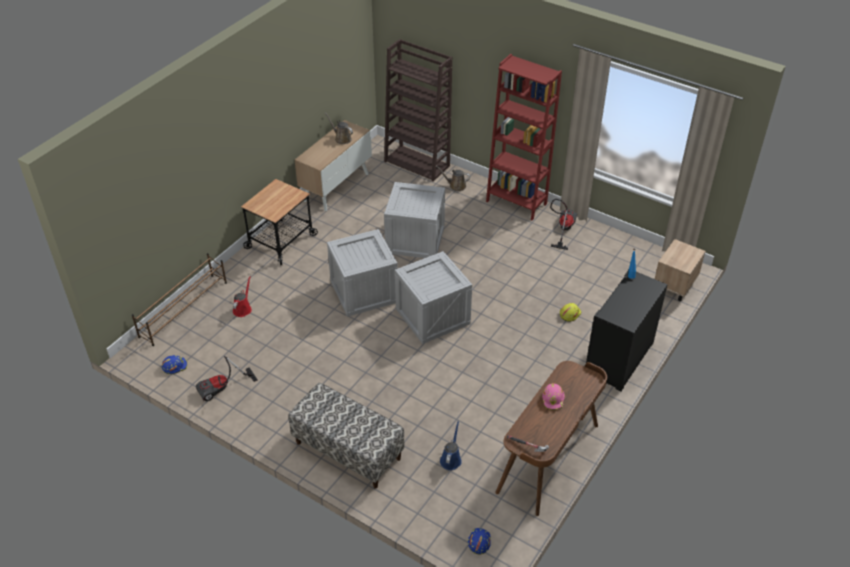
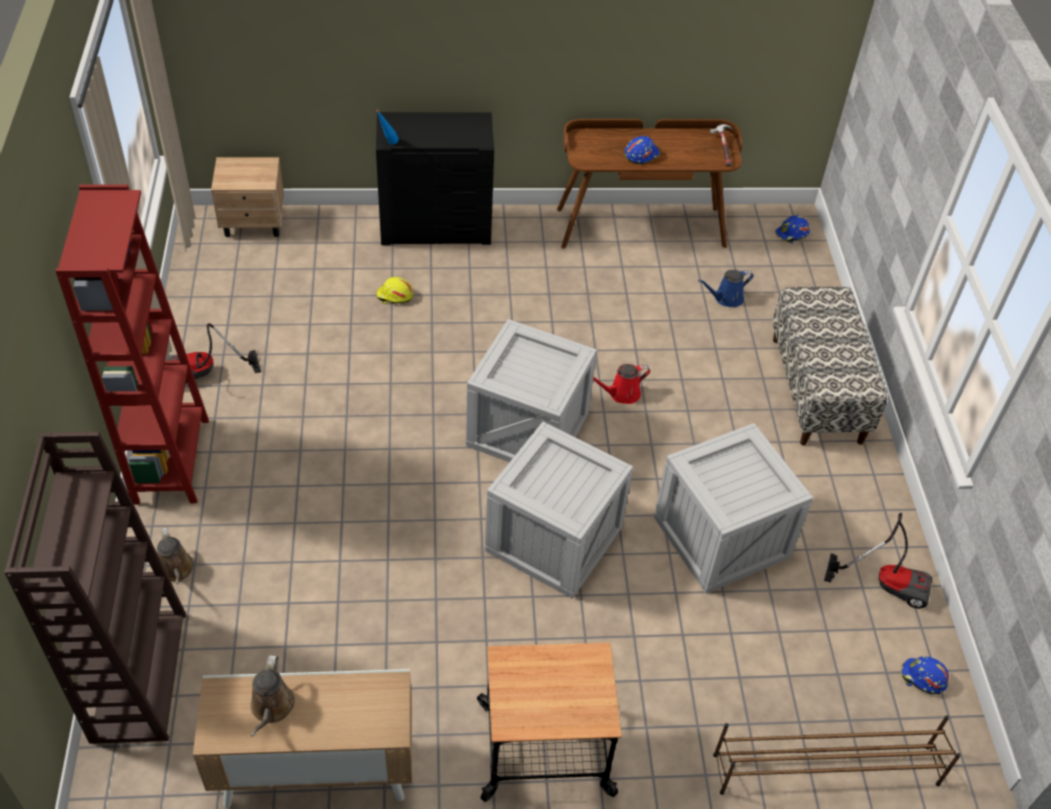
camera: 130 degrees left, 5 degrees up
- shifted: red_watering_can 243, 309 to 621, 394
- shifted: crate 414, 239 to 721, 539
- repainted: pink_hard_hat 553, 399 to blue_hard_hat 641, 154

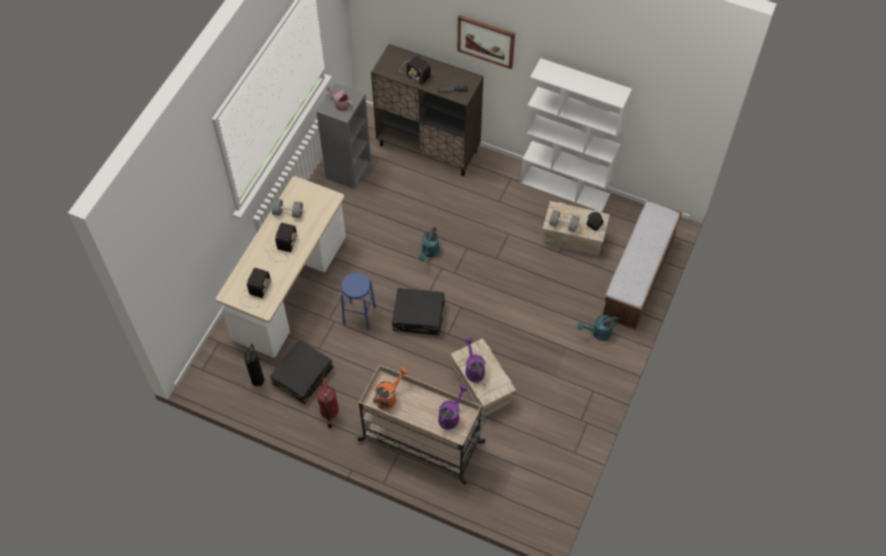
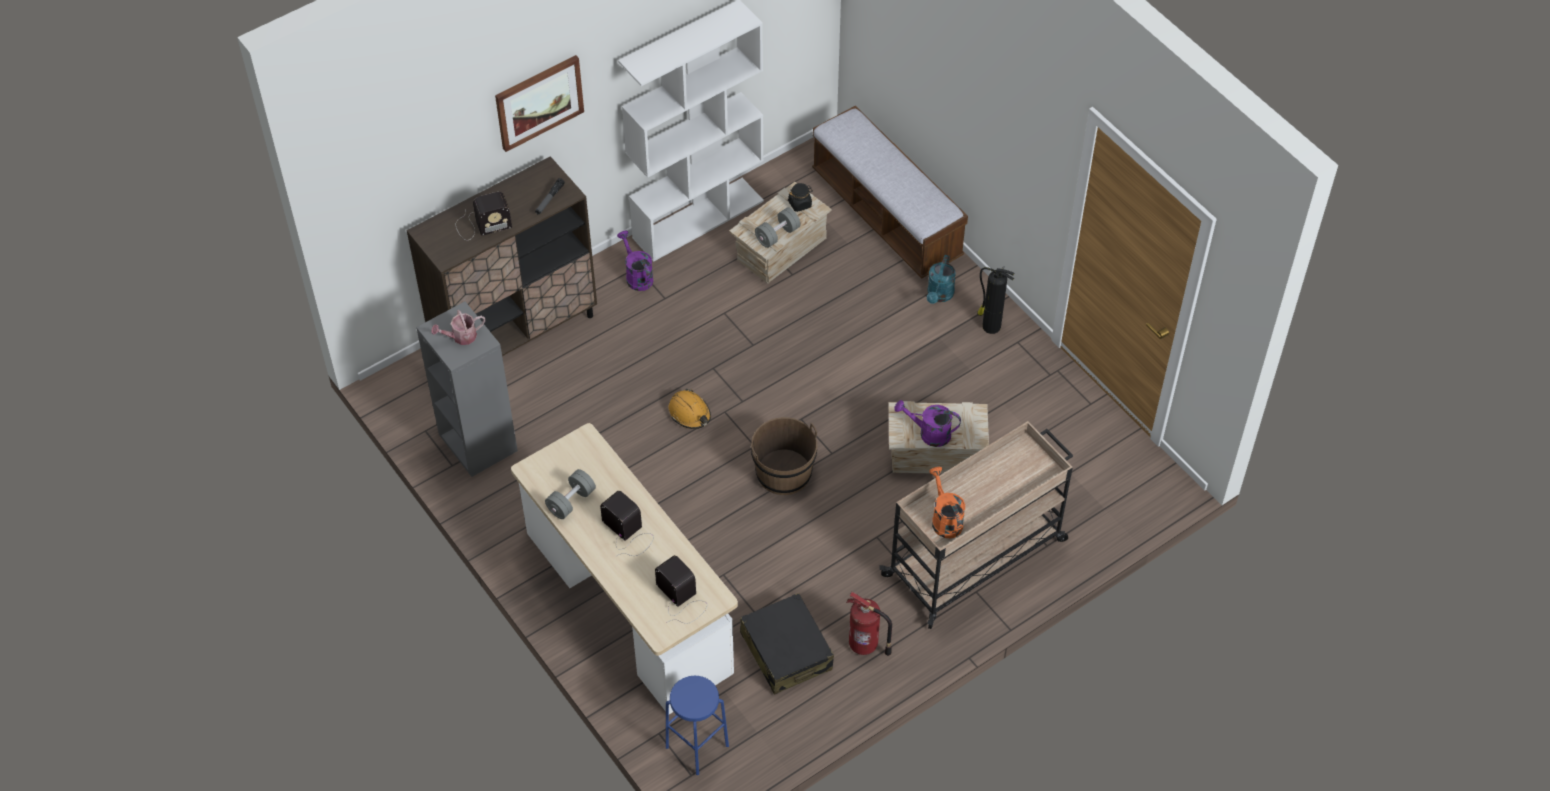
camera: 60 degrees left, 5 degrees down
- shifted: fire_extinguisher 258, 379 to 990, 326
- shifted: blue_stool 359, 315 to 697, 746
- swapped: black_suitcase 419, 316 to brown_bucket 783, 473
- swapped: turquoise_watering_can 429, 252 to orange_hard_hat 690, 413
- shifted: purple_watering_can 451, 415 to 637, 276

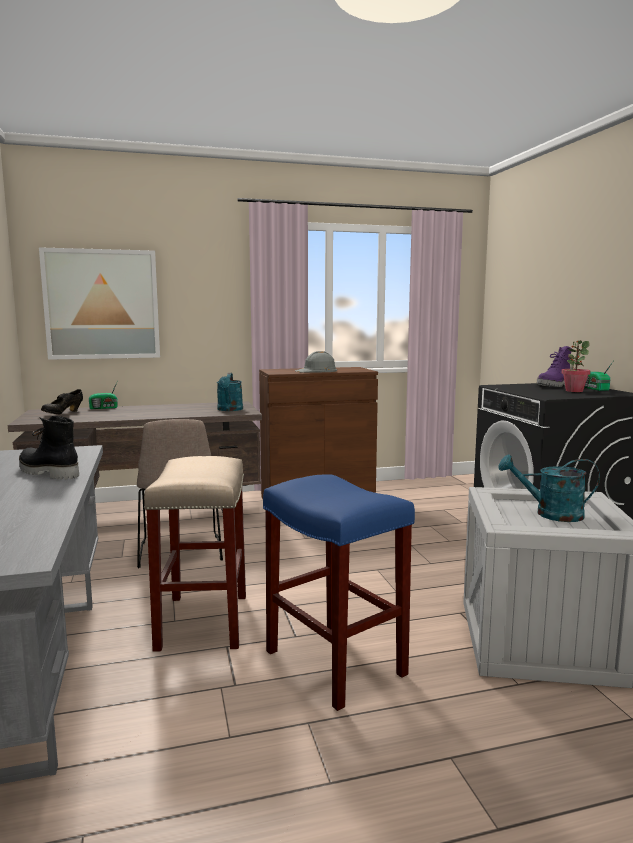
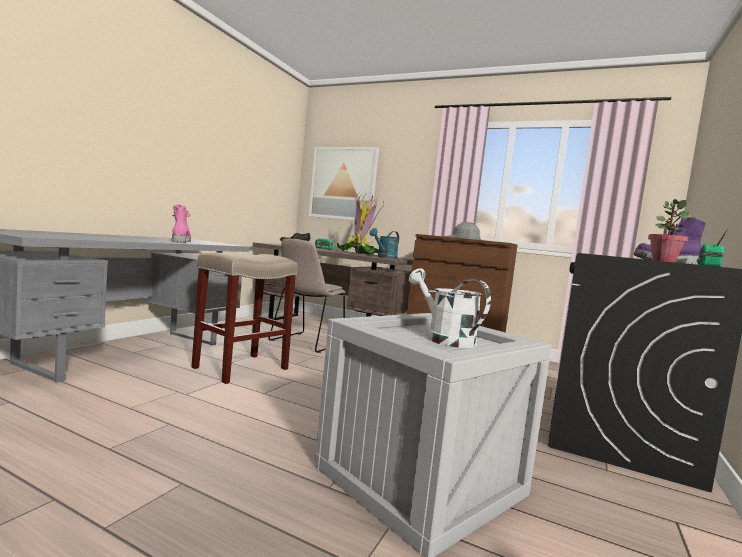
camera: 40 degrees right, 5 degrees down
- repainted: black_boot 47, 473 to pink_boot 180, 241
- gone: blue_stool 333, 662
- repainted: turquoise_watering_can 550, 514 to white_watering_can 444, 338
- new: potted_plant 358, 253

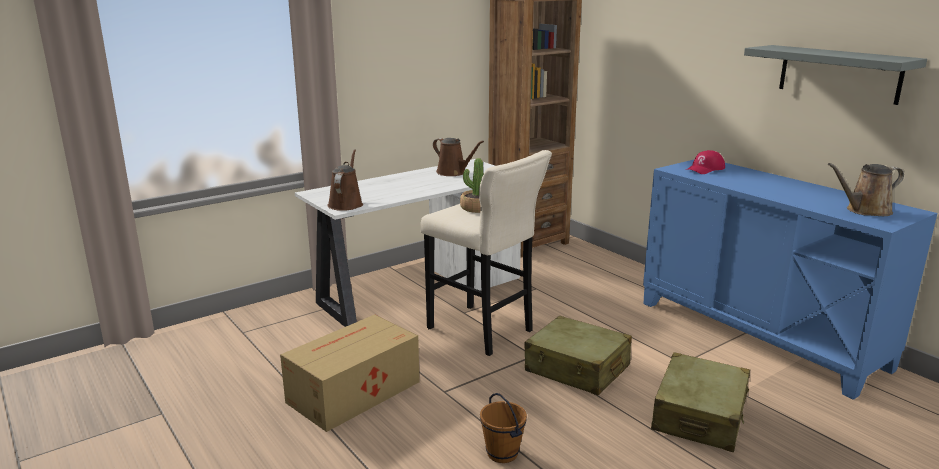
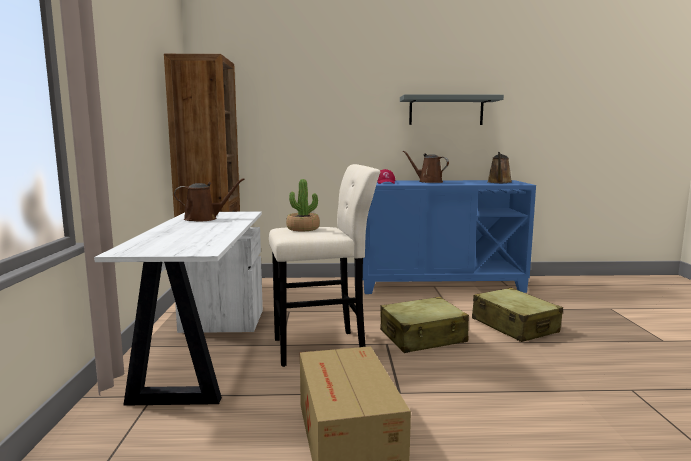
camera: 55 degrees left, 10 degrees down
- shifted: brown_watering_can 346, 204 to 428, 182
- gone: brown_bucket 503, 453

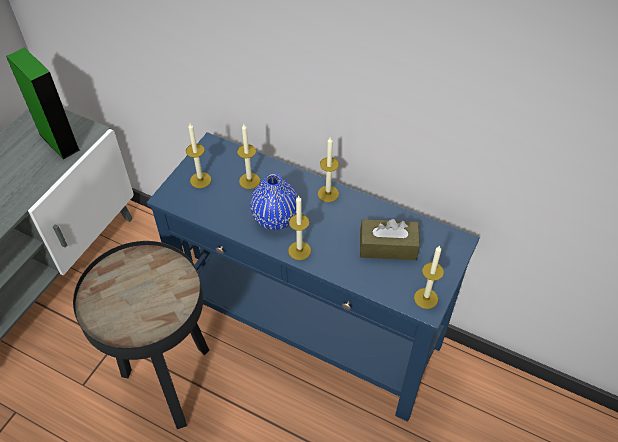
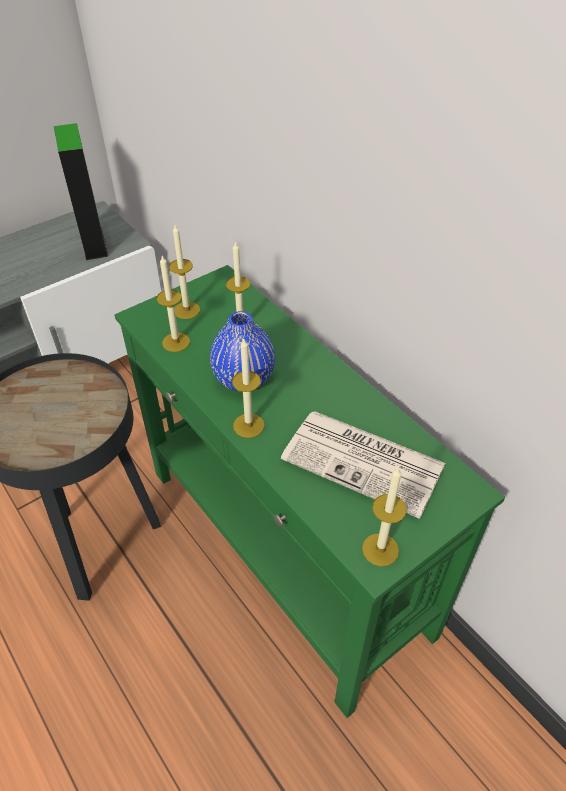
camera: 25 degrees right, 5 degrees down
- repainted: blue_console_table 310, 330 to green_console_table 284, 550
- shifted: candle 328, 194 to 176, 342
- swapped: brown_tissue_box 388, 247 to newspaper 365, 462

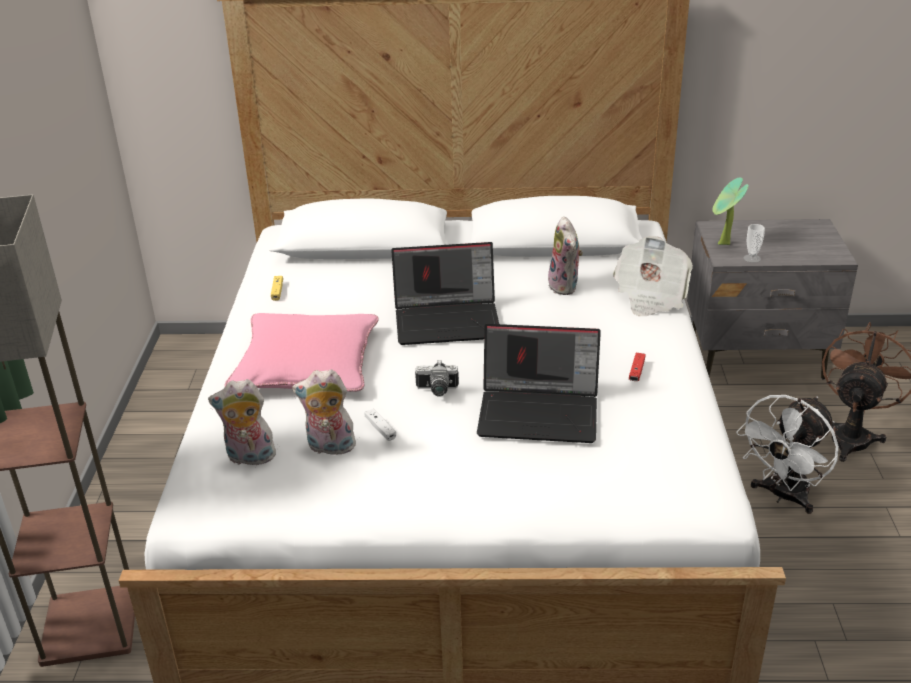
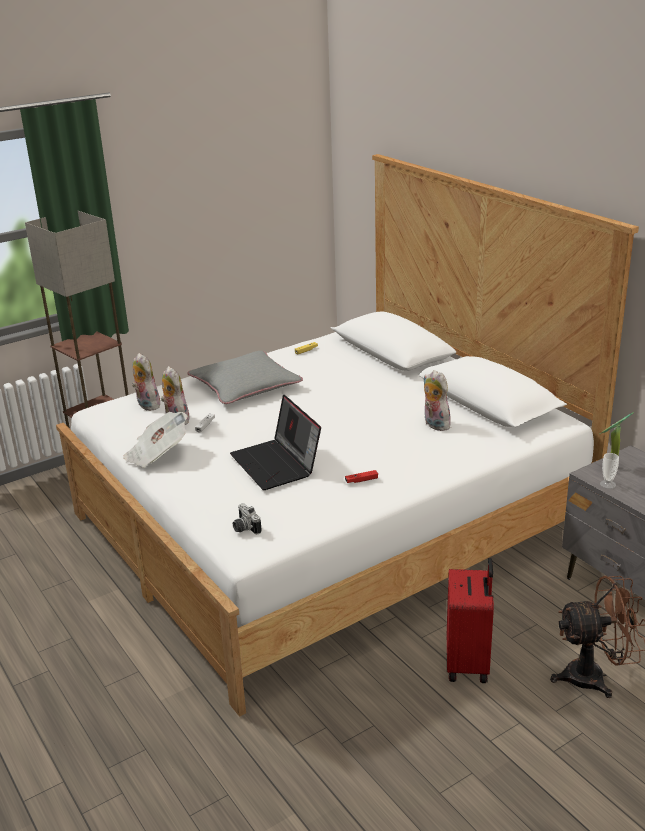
camera: 55 degrees right, 5 degrees down
- repainted: pink_pillow 306, 364 to grey_pillow 245, 386
- gone: laptop 448, 320
- shifted: photo_camera 437, 390 to 244, 528
- rotated: plush_toy 565, 286 = 434, 424 105 degrees clockwise
- shifted: newspaper 650, 296 to 157, 455
- swapped: white_fan 783, 496 to red_suitcase 469, 663

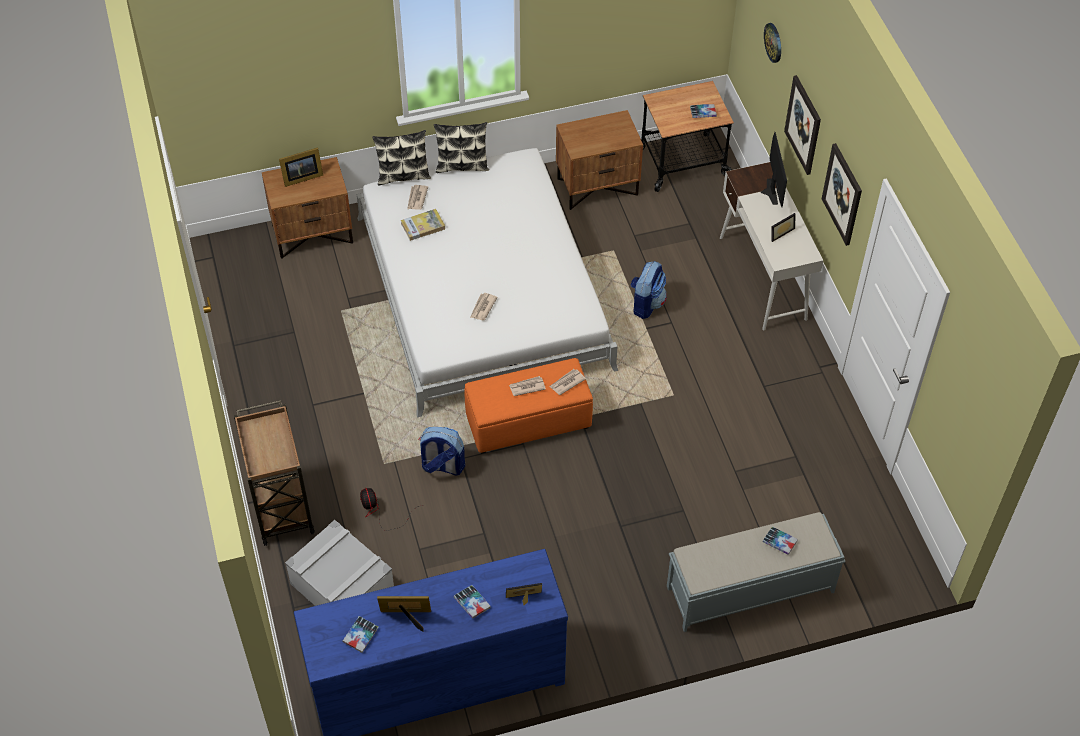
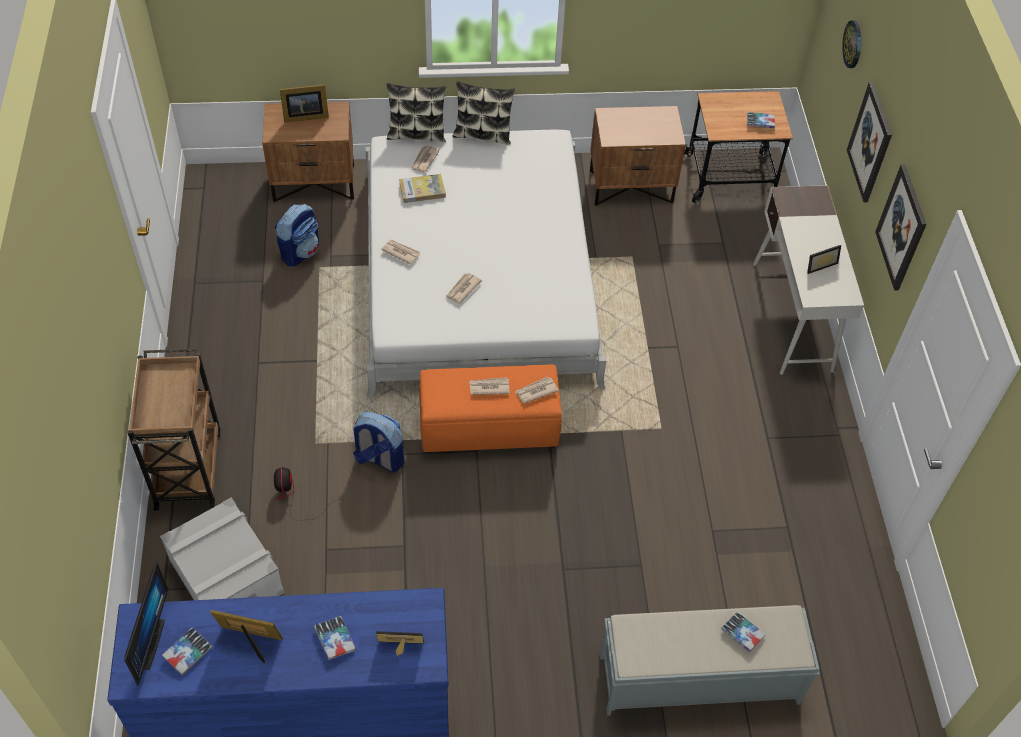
camera: 10 degrees right, 0 degrees up
- shifted: backpack 646, 303 to 300, 251
- shifted: monitor 768, 191 to 146, 643
- new: newspaper 401, 252

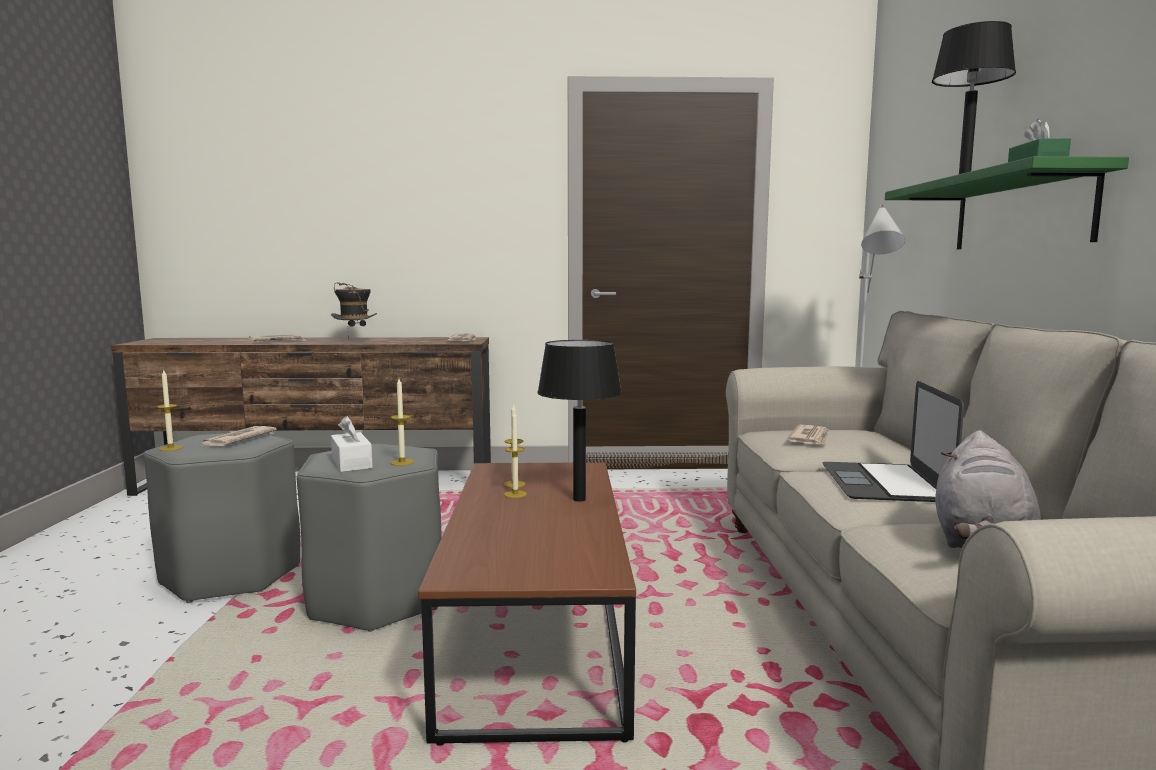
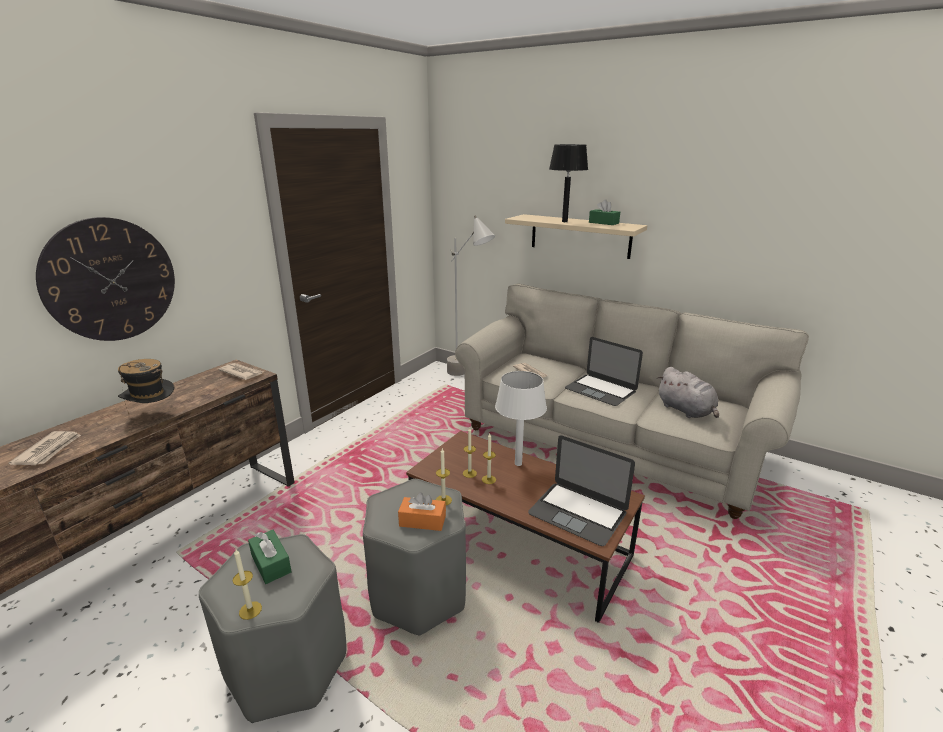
camera: 55 degrees left, 15 degrees up
- swapped: newspaper 237, 440 to green_tissue_box 271, 563
- repainted: white_tissue_box 351, 463 to orange_tissue_box 422, 521
- repainted: black_table_lamp 579, 499 to white_table_lamp 518, 464
- repainted: green_shelf 1020, 212 to beige_shelf 580, 236
- new: wall_clock 110, 280
- new: laptop 578, 512

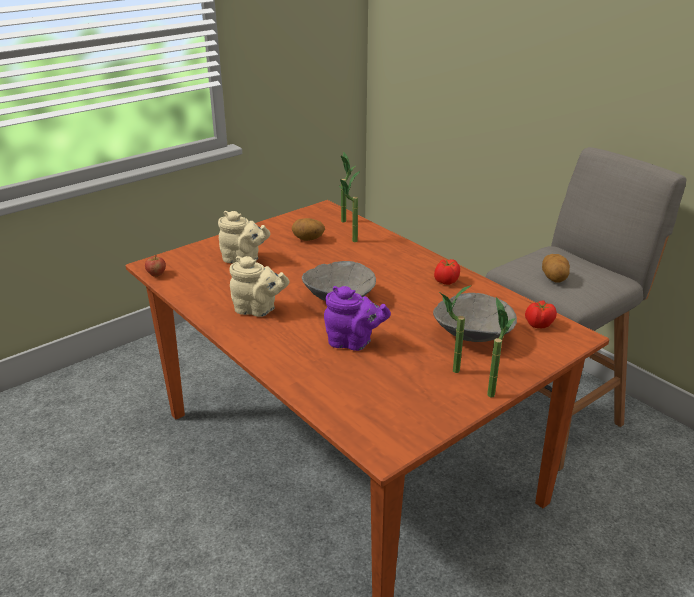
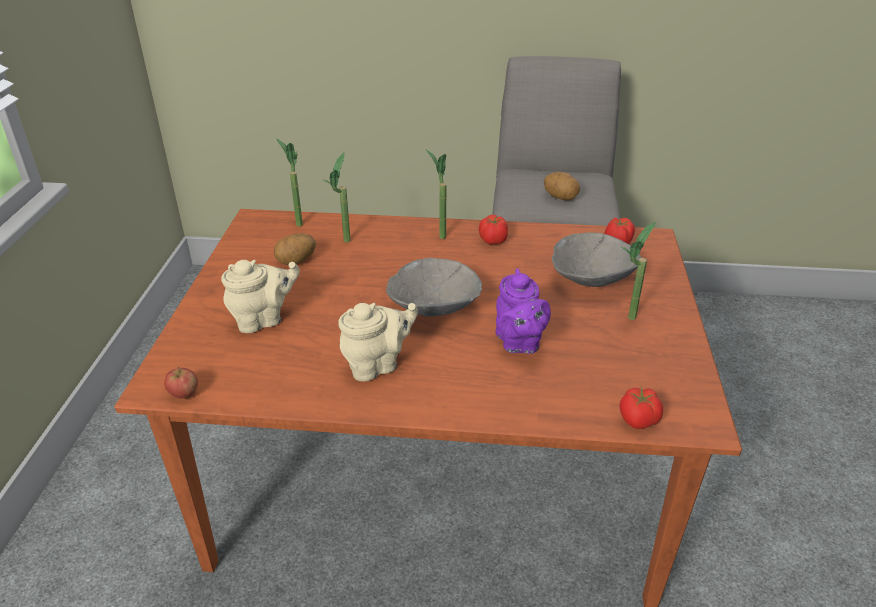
camera: 45 degrees left, 5 degrees up
- rotated: purple_teapot 353, 343 = 518, 343 105 degrees clockwise
- shifted: potted_plant 491, 390 to 438, 234
- new: tomato 638, 420

